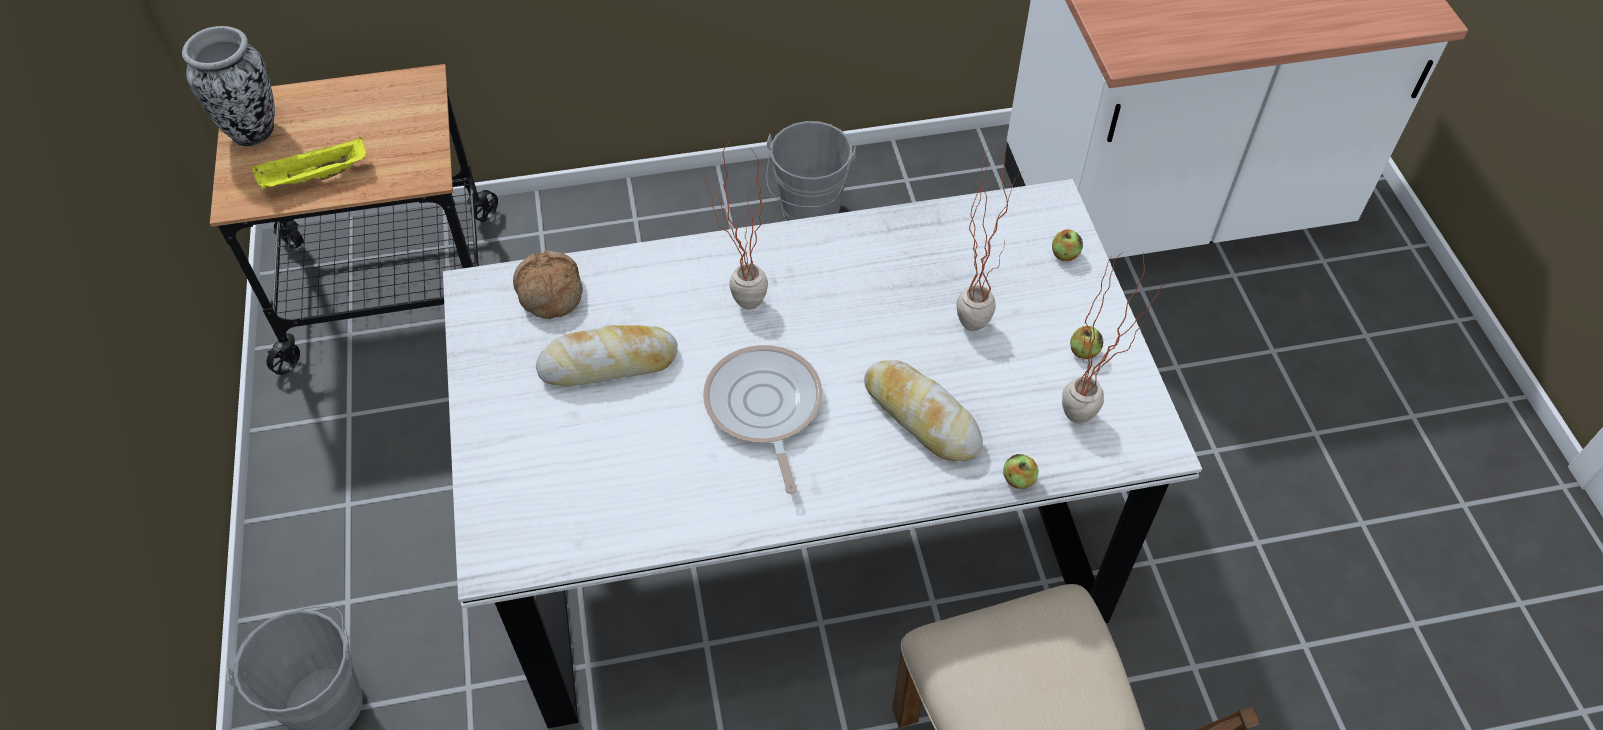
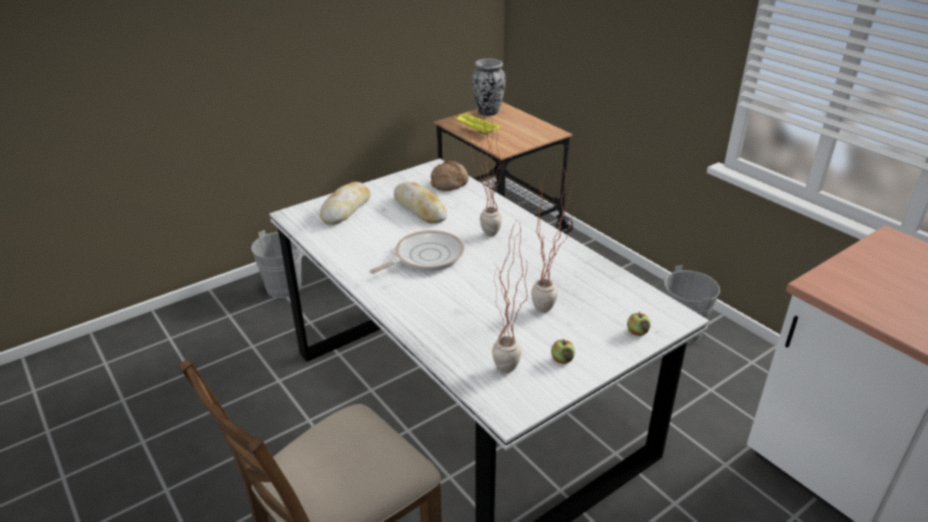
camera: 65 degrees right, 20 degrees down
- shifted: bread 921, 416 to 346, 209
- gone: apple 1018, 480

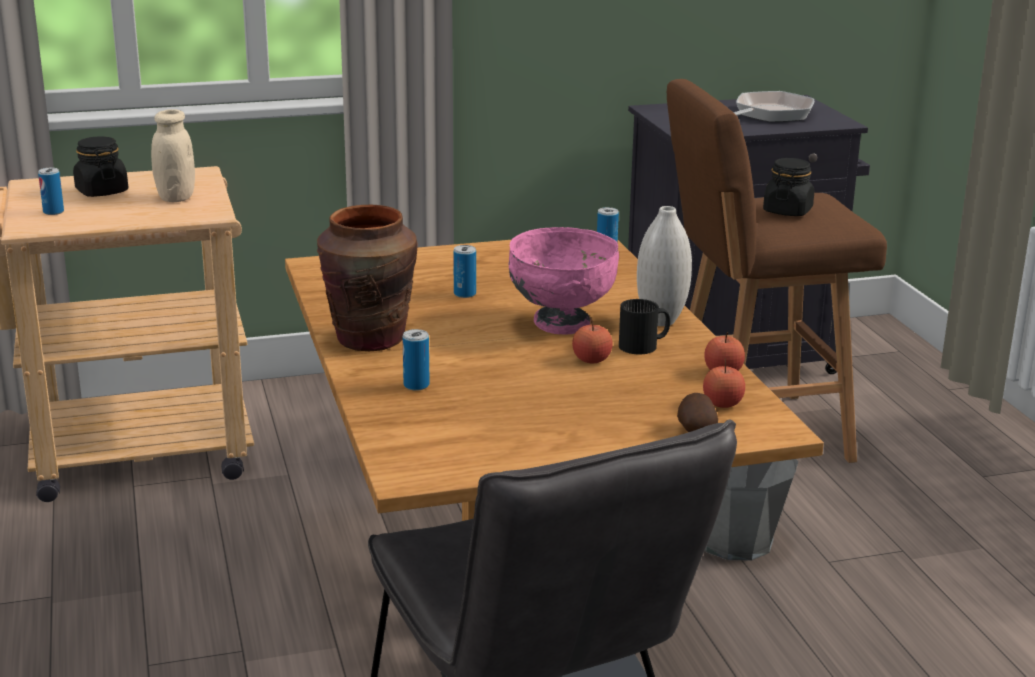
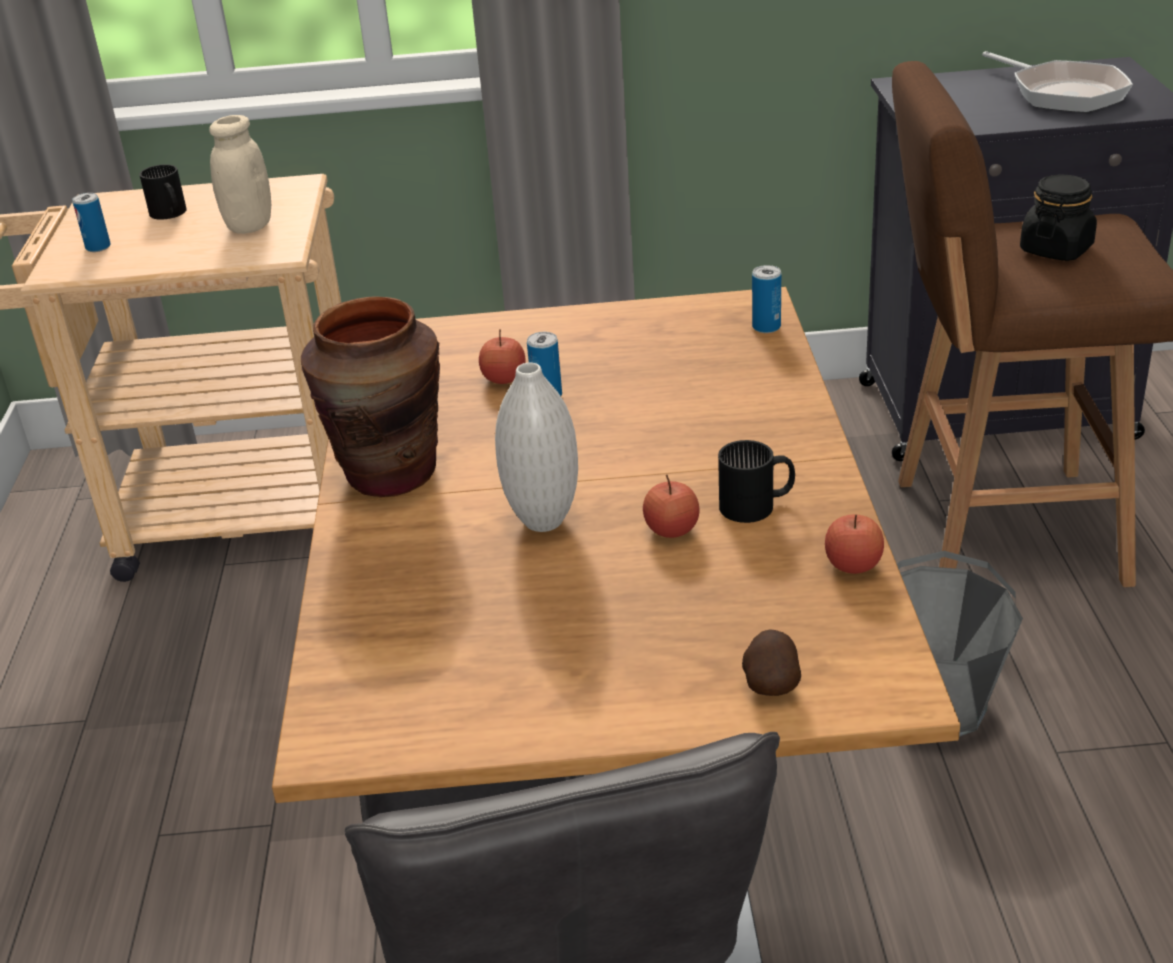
camera: 15 degrees right, 10 degrees up
- swapped: black_jar 101, 191 to black_mug 169, 214
- gone: can 416, 385
- gone: pink_bowl 560, 324
- shifted: white_vase 661, 321 to 543, 521
- shifted: apple 722, 404 to 504, 378
- rotated: frying_pan 769, 114 = 1062, 93 90 degrees clockwise

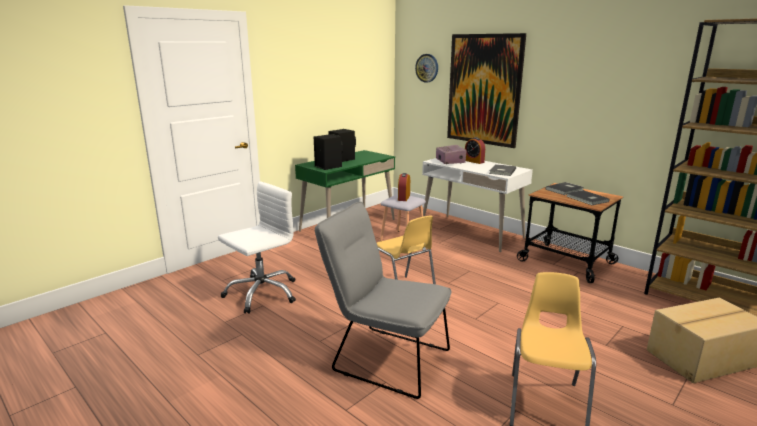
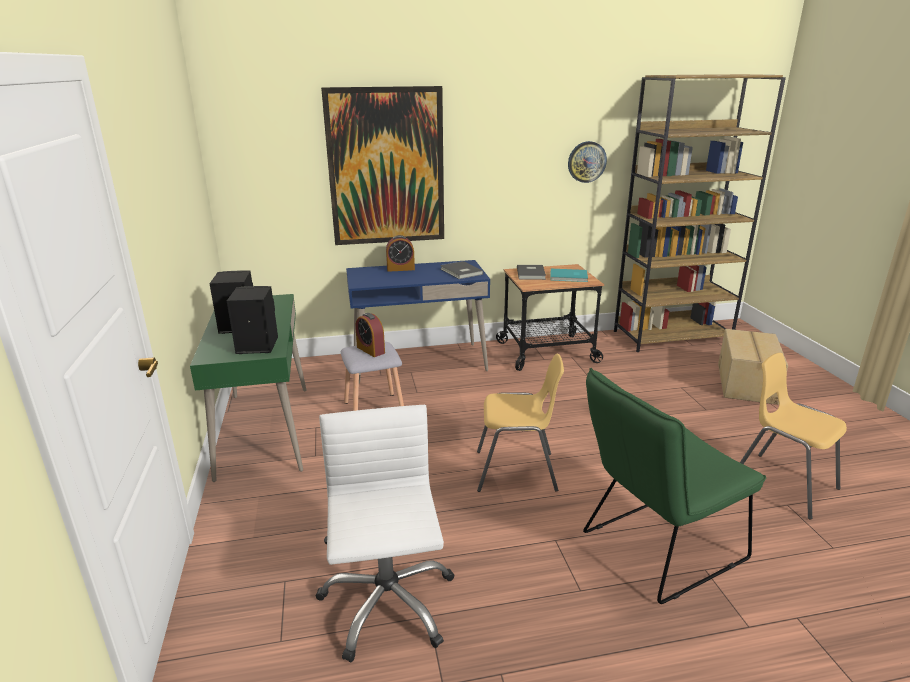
camera: 55 degrees left, 5 degrees up
- repainted: grey_chair 384, 358 to green_chair 655, 549
- shifted: wall_clock 427, 68 to 586, 162
- repainted: white_desk 471, 232 to blue_desk 419, 363
- gone: radio 450, 161
- repainted: grey_book 586, 199 to turquoise_book 569, 277

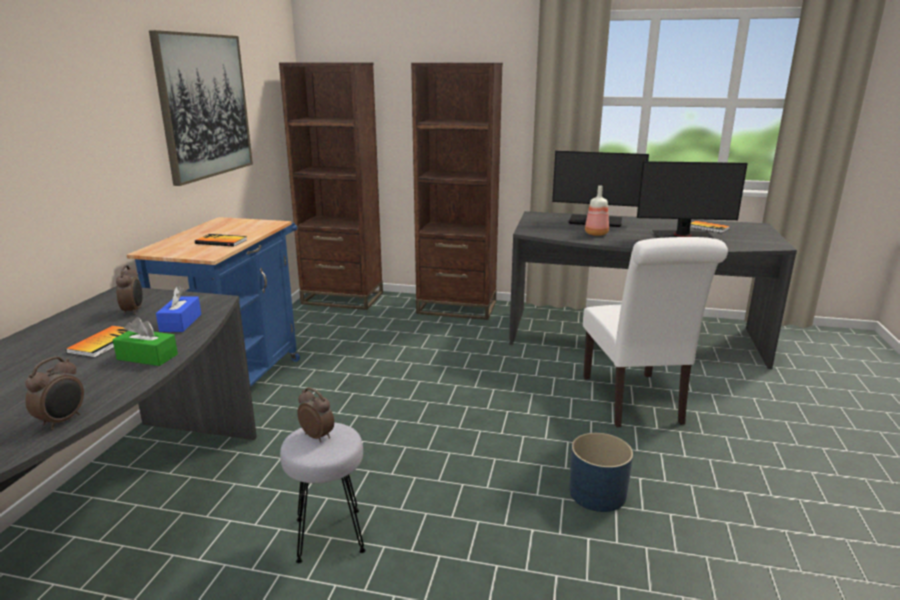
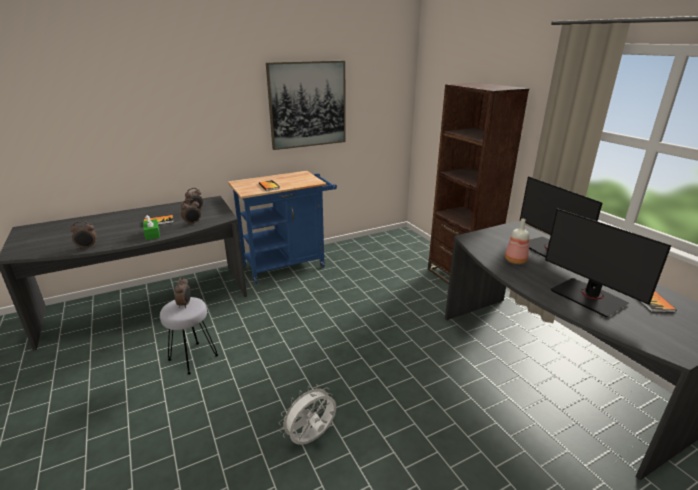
camera: 50 degrees right, 5 degrees up
- swapped: blue_tissue_box 181, 323 to alarm_clock 192, 223
- gone: brown_bookcase 342, 298
- swapped: blue_planter 598, 494 to white_fan 311, 438
- gone: white_chair 635, 403

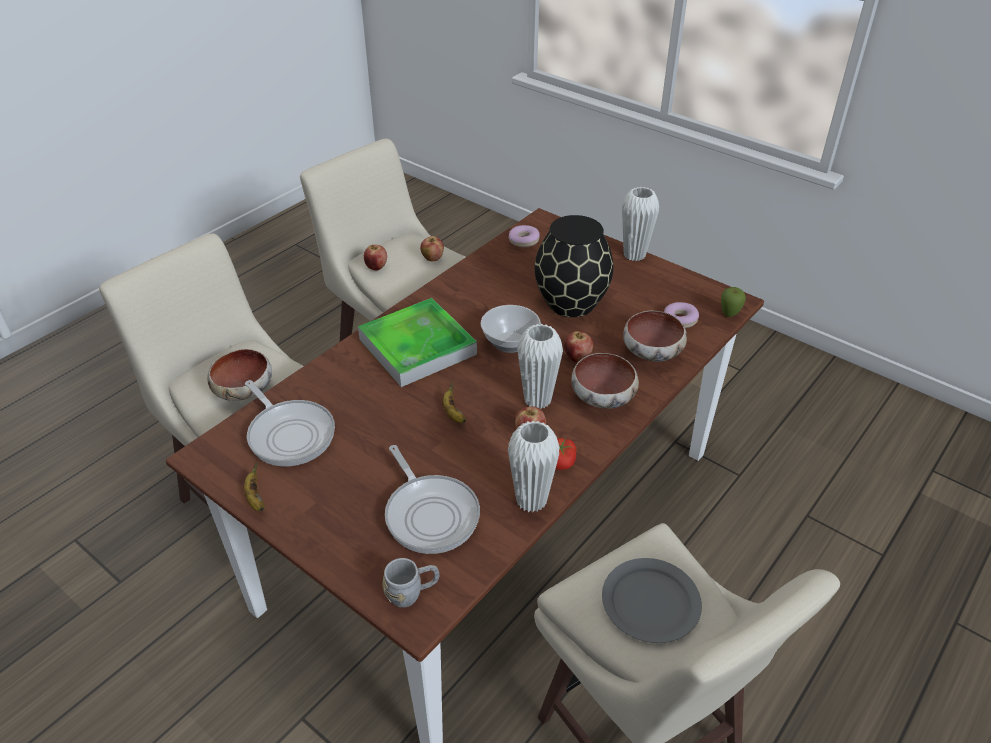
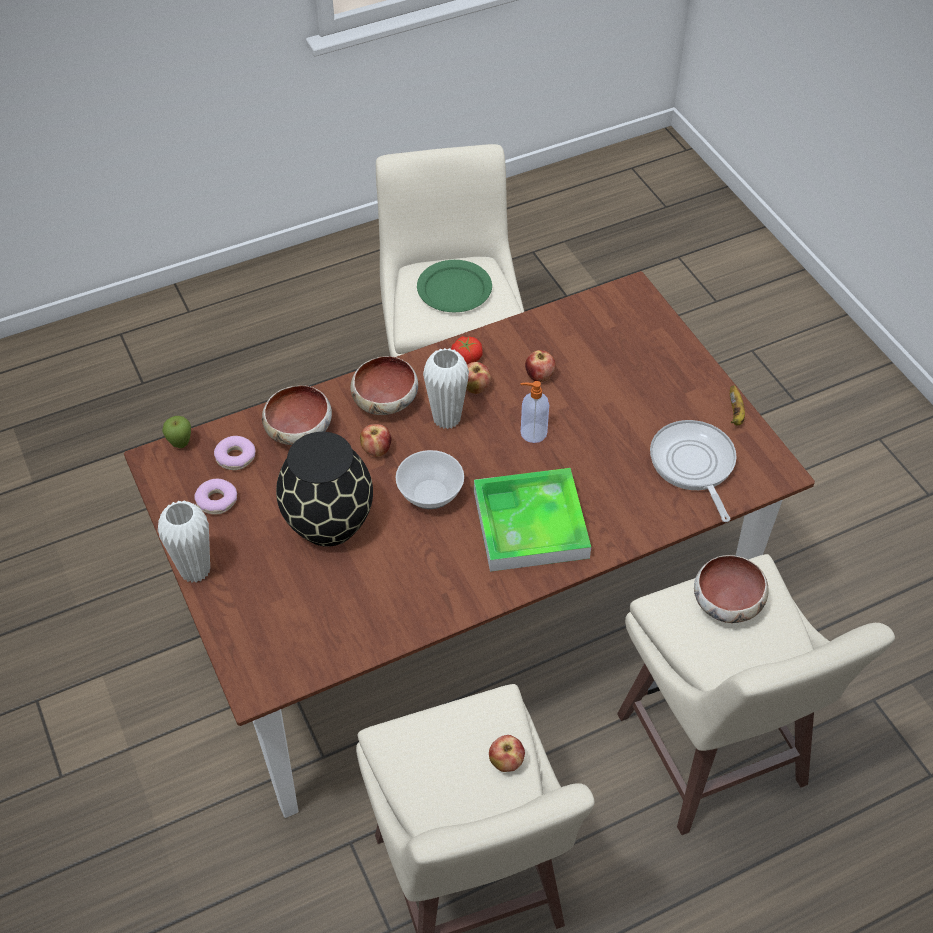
camera: 155 degrees left, 10 degrees up
- gone: grey_mug 412, 593
- gone: frying_pan 430, 513
- shifted: apple 432, 258 to 539, 377
- swapped: banana 453, 413 to soap_dispenser 532, 433
- gone: white_vase 531, 501
- shifted: donut 523, 240 to 217, 501
- repainted: grey_plate 651, 602 to green_plate 453, 289

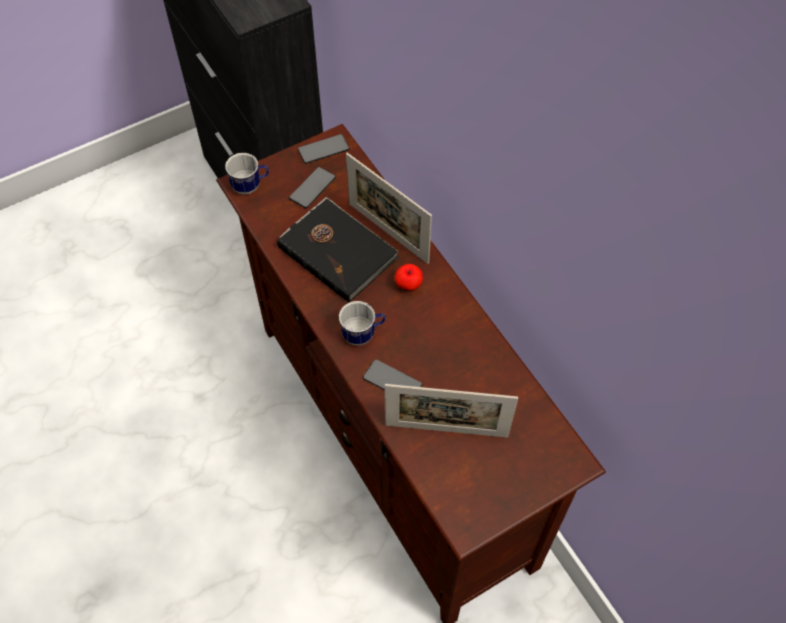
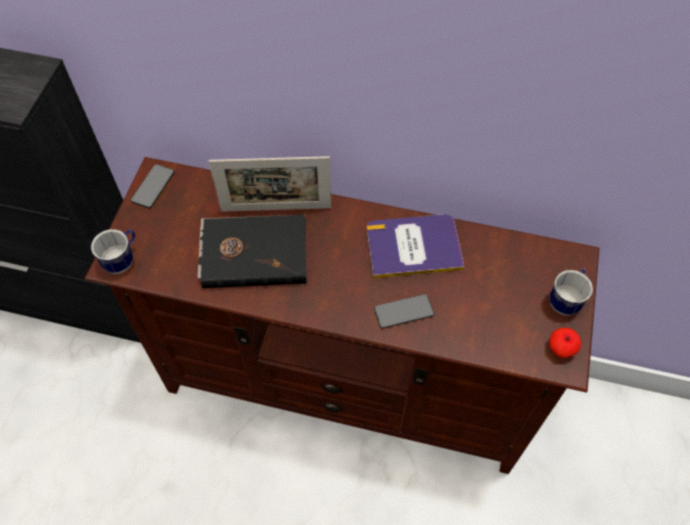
camera: 45 degrees left, 0 degrees up
- gone: phone 312, 188
- shifted: mug 363, 334 to 566, 300
- gone: picture_frame 446, 430
- shifted: apple 408, 284 to 561, 349
- new: book 413, 246

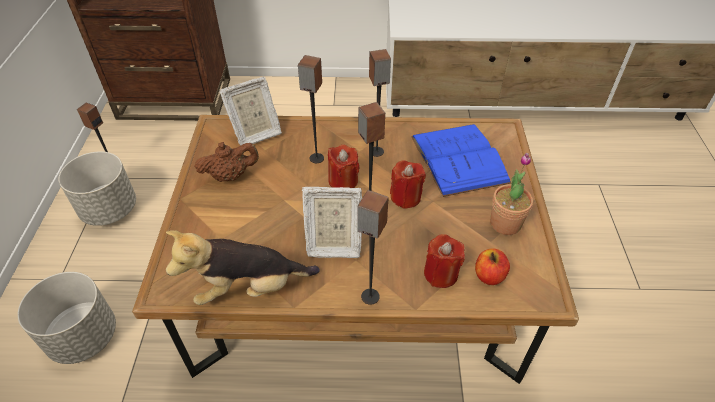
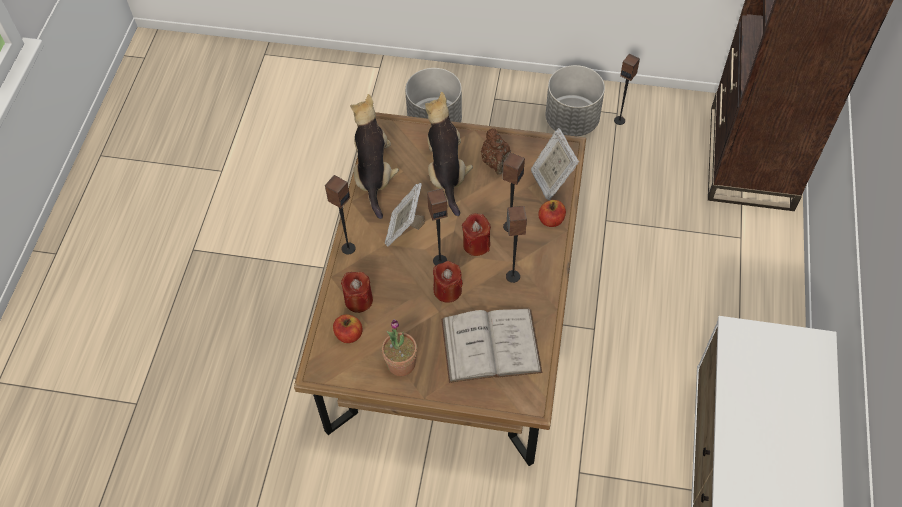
camera: 100 degrees right, 10 degrees up
- repainted: blue_book 459, 159 to white_book 490, 345
- new: plush_toy 446, 173
- new: apple 551, 220

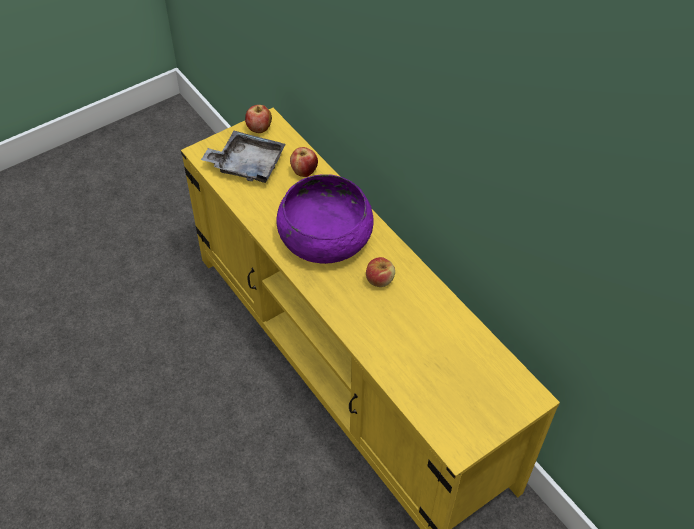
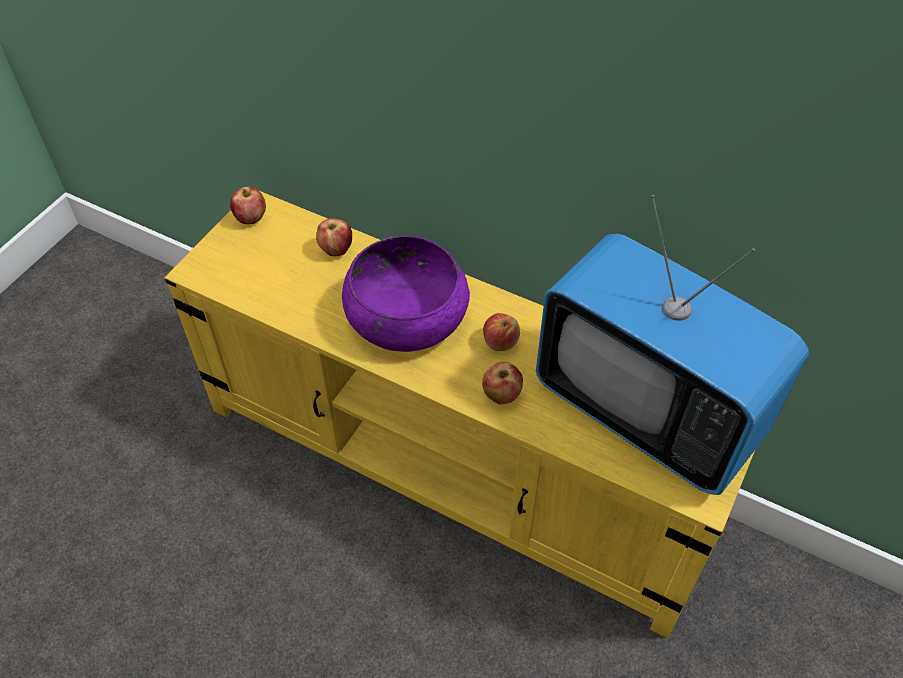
camera: 25 degrees left, 0 degrees up
- gone: grey_tray 247, 164
- new: apple 501, 395
- new: television 648, 411

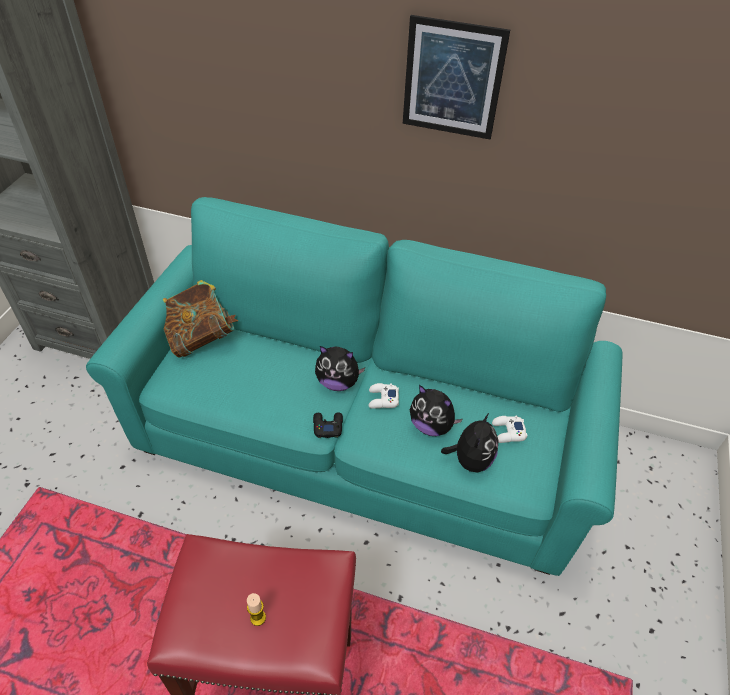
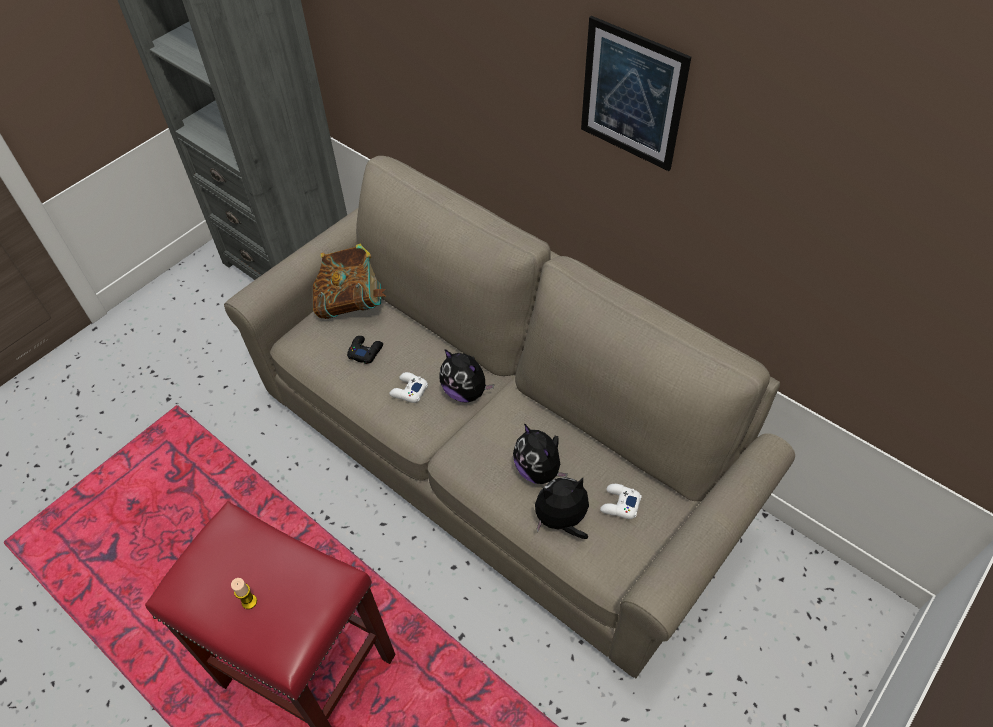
camera: 25 degrees right, 5 degrees up
- repainted: turquoise_sofa 362, 440 to beige_sofa 499, 457
- shifted: black_game_controller 327, 426 to 365, 351
- shifted: white_game_controller 382, 399 to 408, 391
- rotated: plush_toy 470, 460 = 561, 521 150 degrees counterclockwise

